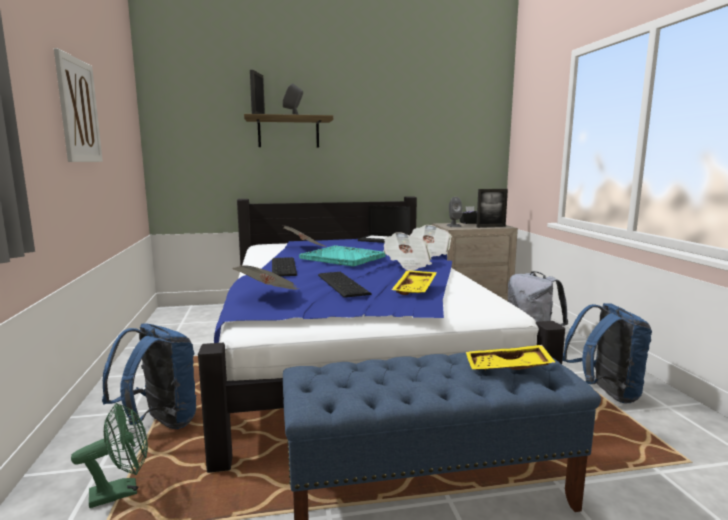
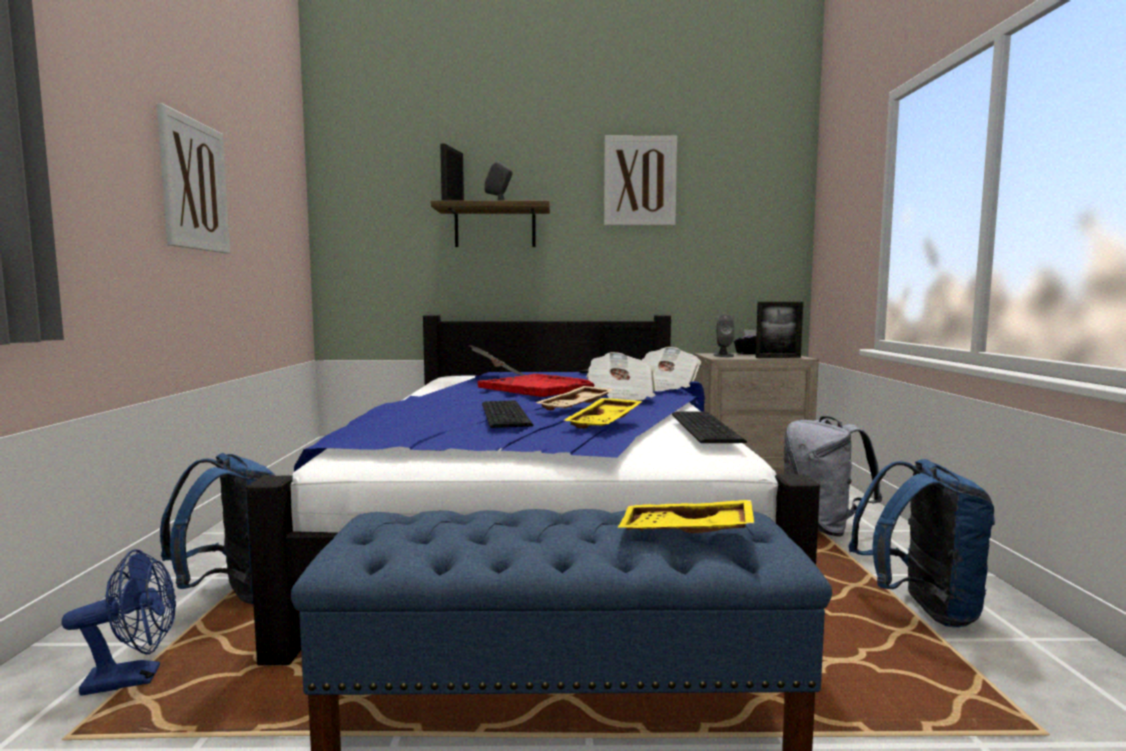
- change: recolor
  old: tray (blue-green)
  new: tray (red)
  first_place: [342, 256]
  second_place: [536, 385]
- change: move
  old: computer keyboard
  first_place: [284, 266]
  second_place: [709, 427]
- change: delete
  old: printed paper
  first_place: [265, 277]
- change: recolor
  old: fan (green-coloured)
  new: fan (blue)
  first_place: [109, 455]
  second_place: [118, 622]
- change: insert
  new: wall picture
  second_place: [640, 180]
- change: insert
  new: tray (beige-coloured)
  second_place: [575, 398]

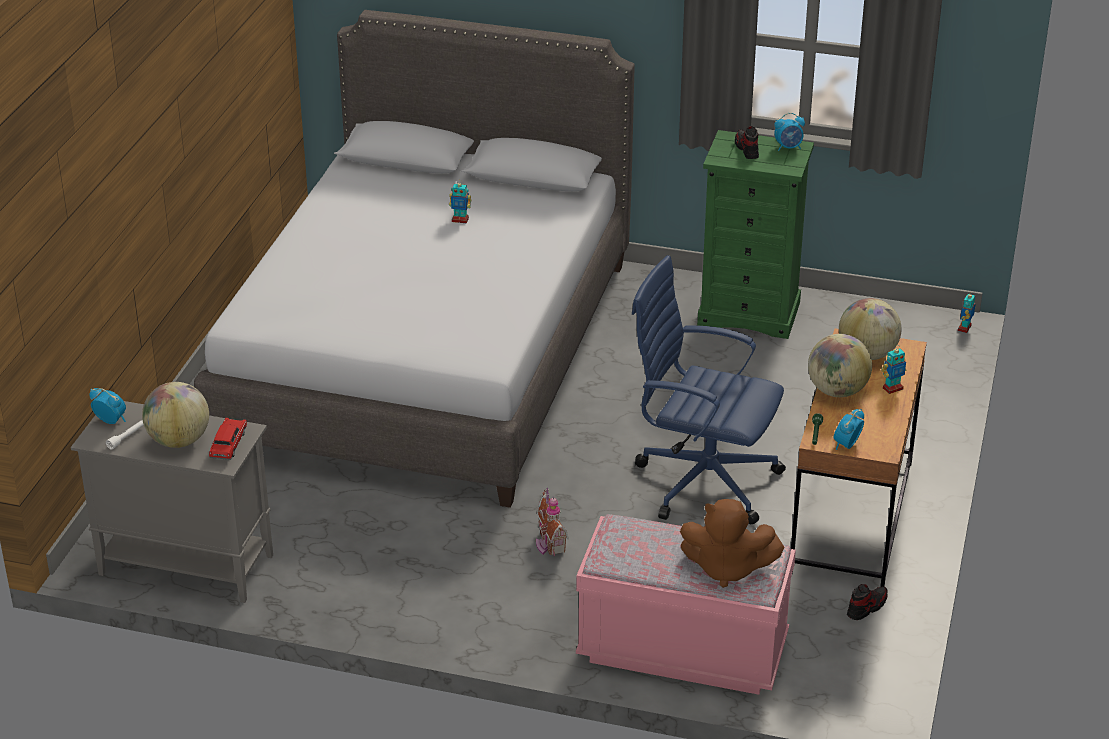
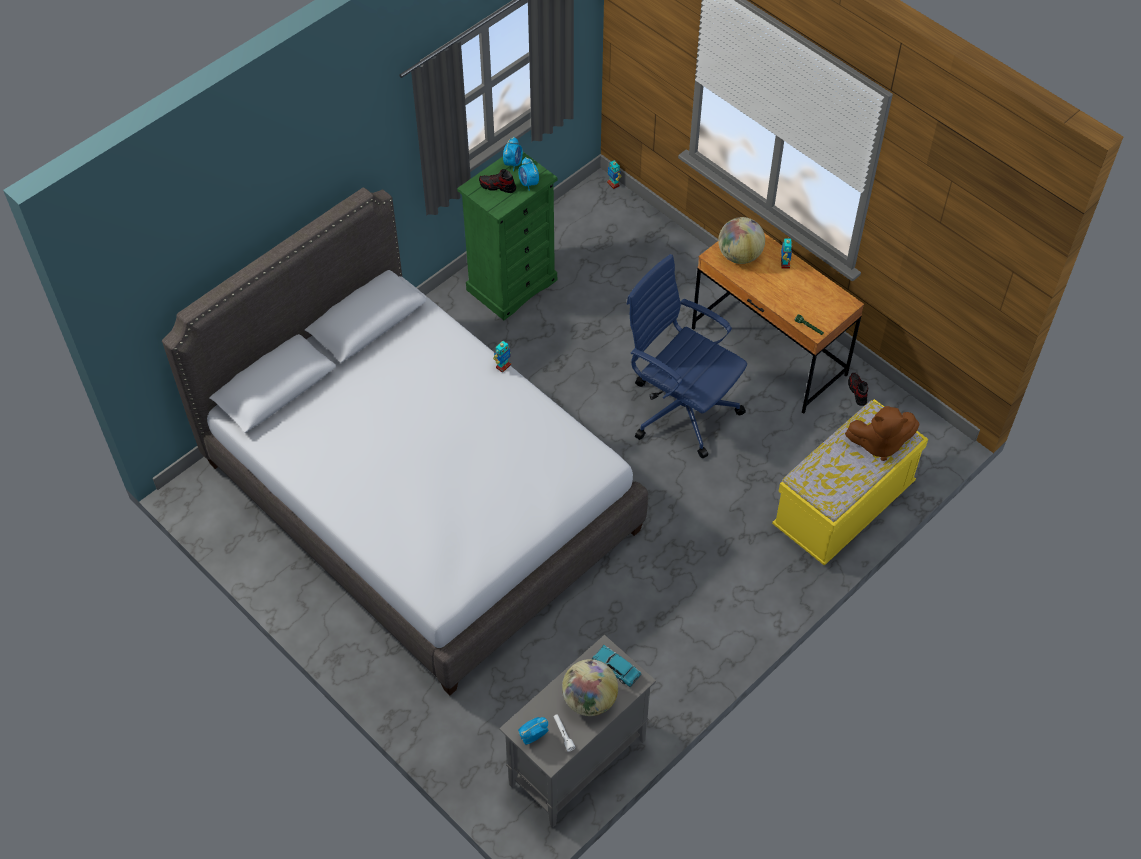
- change: move
  old: robot figure
  first_place: [460, 201]
  second_place: [502, 357]
- change: rotate
  old: computer chair (blue)
  first_place: [709, 389]
  second_place: [686, 356]
  degrees: 75
- change: delete
  old: world globe
  first_place: [840, 365]
- change: move
  old: table clock
  first_place: [848, 429]
  second_place: [528, 174]
- change: recolor
  old: model car (red)
  new: model car (blue-green)
  first_place: [228, 439]
  second_place: [617, 666]
- change: delete
  old: model house
  first_place: [552, 522]
- change: rotate
  old: plush toy (brown)
  first_place: [732, 543]
  second_place: [882, 433]
  degrees: 45
- change: recolor
  old: long seat (pinkish)
  new: long seat (yellow-coloured)
  first_place: [686, 604]
  second_place: [850, 482]

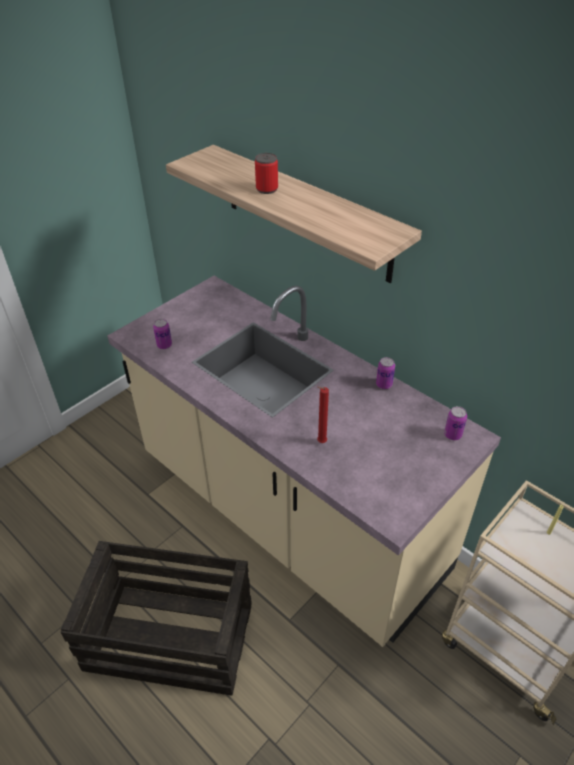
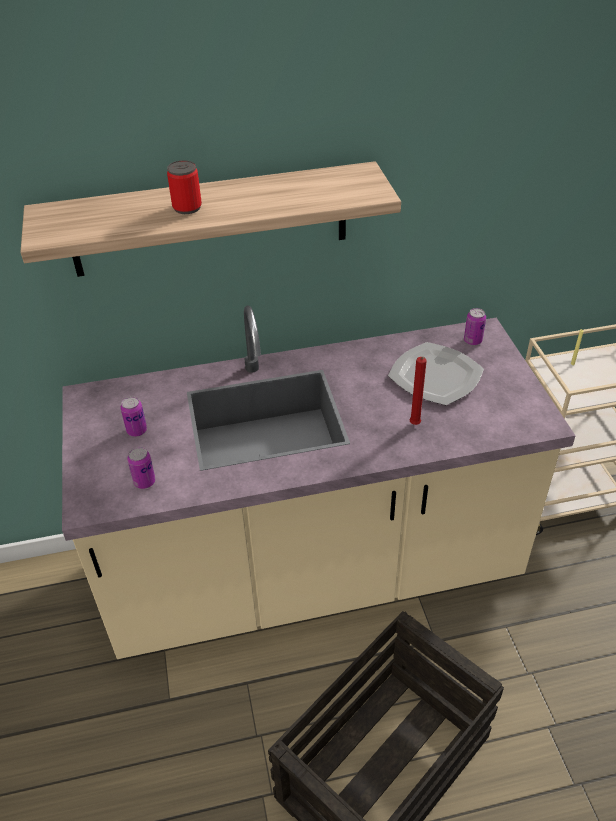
- change: move
  old: can
  first_place: [385, 373]
  second_place: [133, 416]
- change: insert
  new: dinner plate
  second_place: [436, 373]

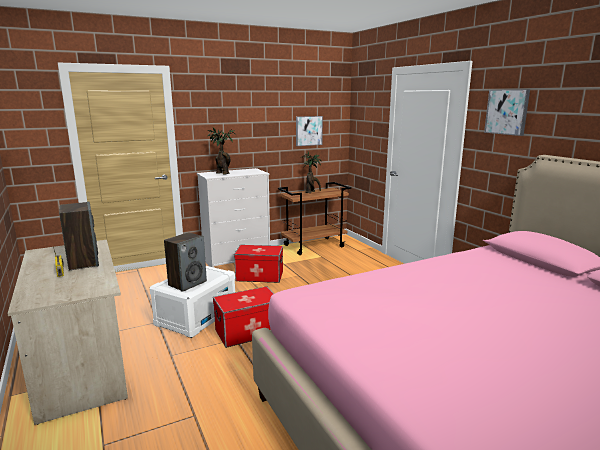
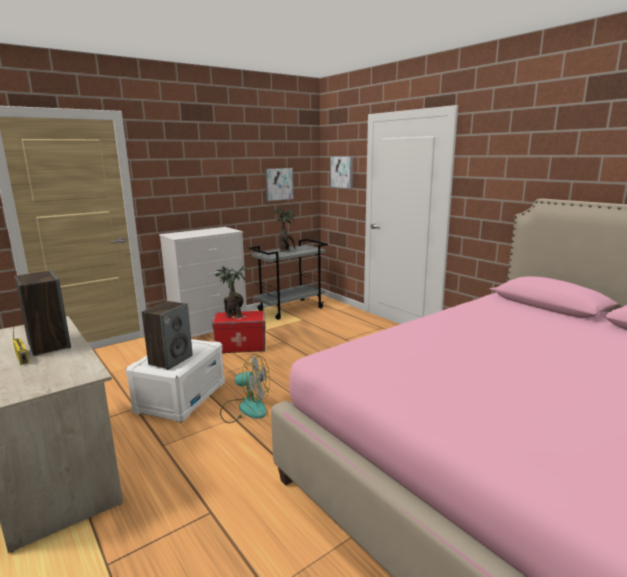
- change: move
  old: wall picture
  first_place: [507, 112]
  second_place: [341, 172]
- change: move
  old: plant in a pot
  first_place: [222, 151]
  second_place: [231, 292]
- change: recolor
  old: trolley (brown)
  new: trolley (greyish)
  first_place: [314, 218]
  second_place: [288, 279]
- change: replace
  old: storage box
  new: fan
  first_place: [243, 317]
  second_place: [245, 388]

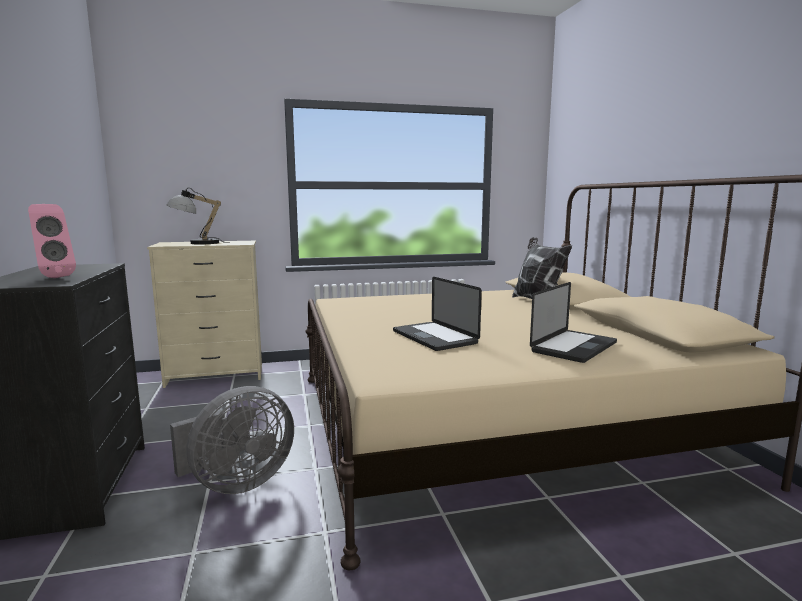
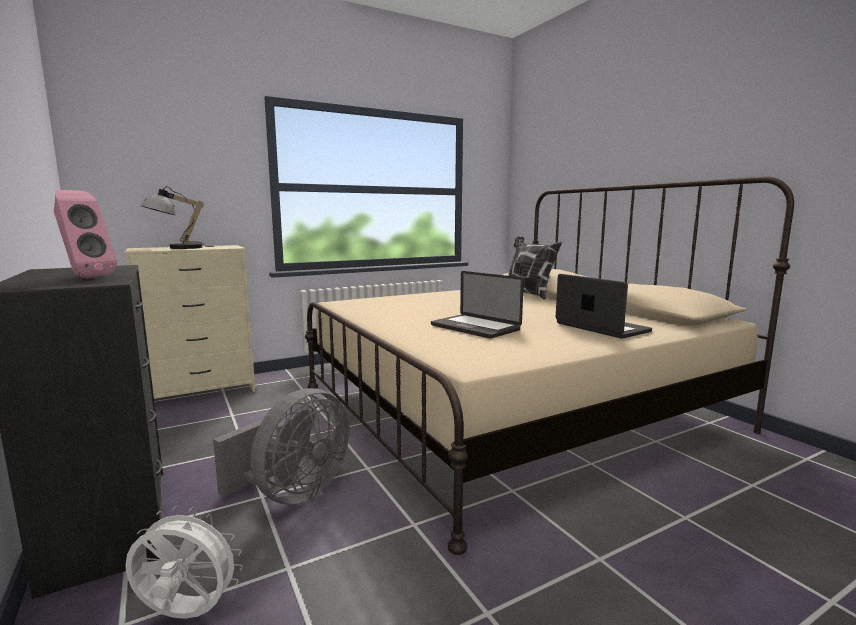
- change: rotate
  old: notebook computer
  first_place: [573, 322]
  second_place: [604, 306]
  degrees: -60
- change: insert
  new: fan (white-coloured)
  second_place: [184, 562]

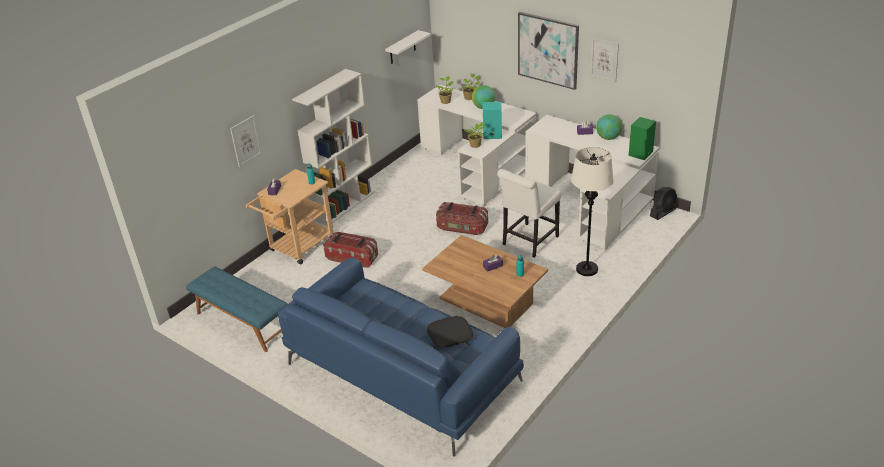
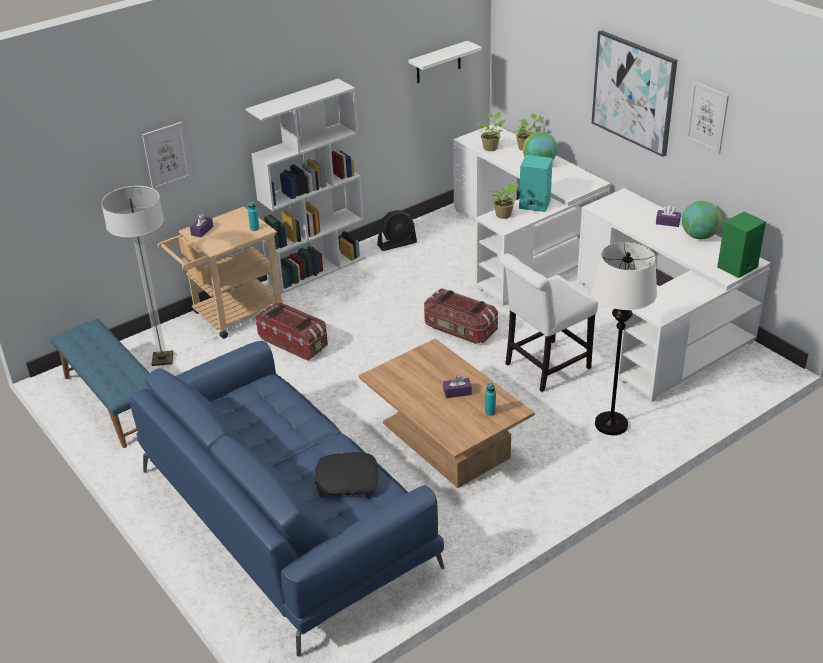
- change: move
  old: fan (black)
  first_place: [663, 203]
  second_place: [397, 230]
- change: insert
  new: standing lamp
  second_place: [137, 276]

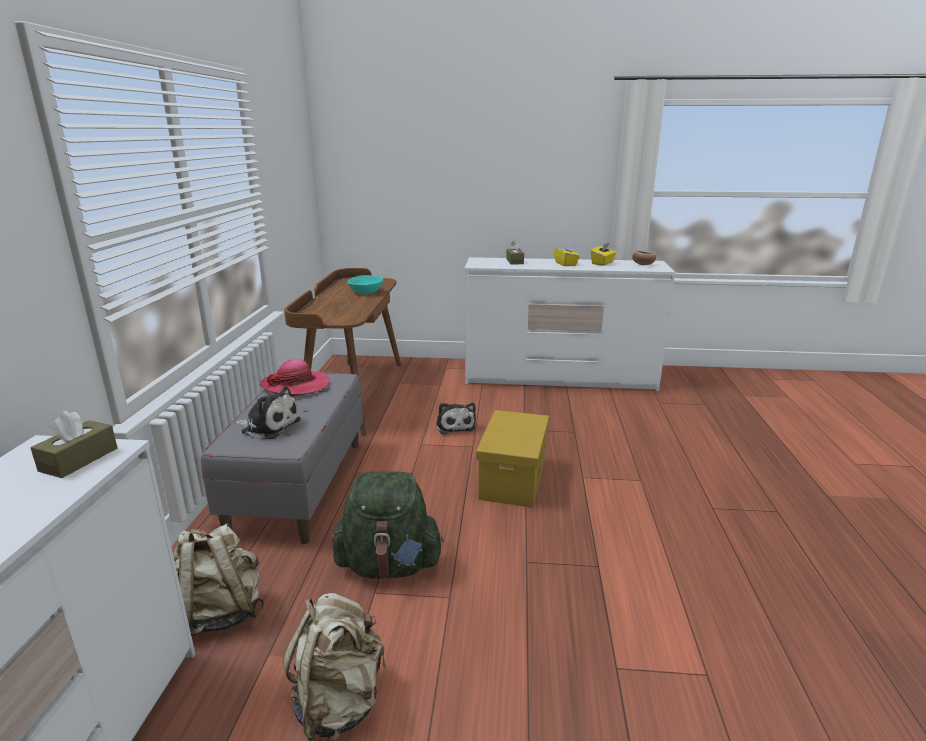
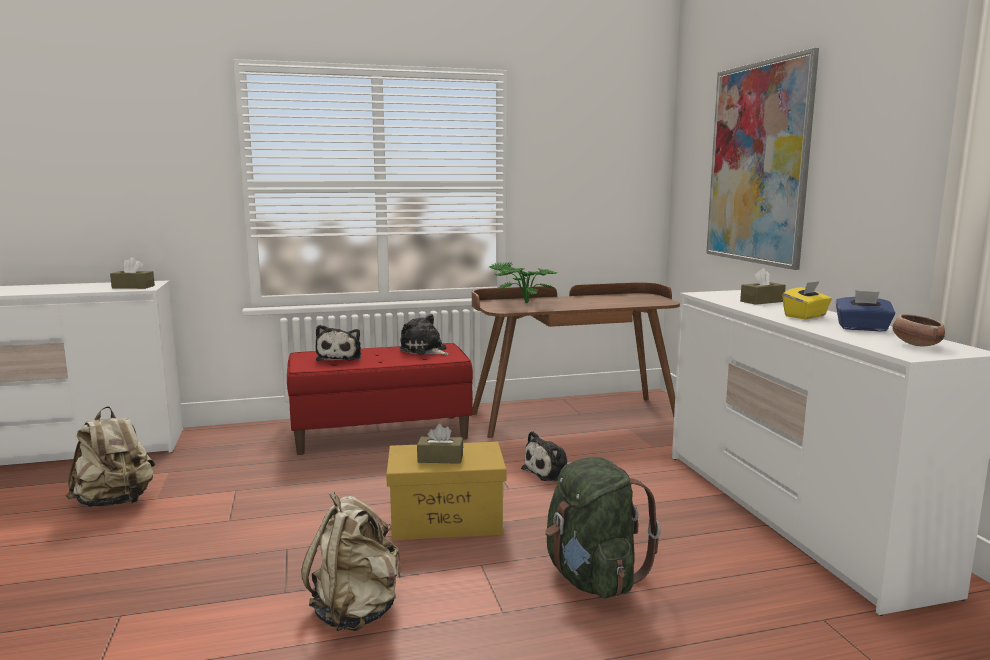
- change: recolor
  old: tissue holder (yellow-coloured)
  new: tissue holder (blue)
  first_place: [603, 254]
  second_place: [865, 310]
- change: delete
  old: serving bowl (blue-green)
  first_place: [365, 284]
- change: replace
  old: wearable hat
  new: plush toy
  first_place: [294, 378]
  second_place: [424, 334]
- change: recolor
  old: long seat (greyish)
  new: long seat (red)
  first_place: [282, 458]
  second_place: [380, 399]
- change: move
  old: backpack (green-coloured)
  first_place: [388, 525]
  second_place: [603, 527]
- change: move
  old: backpack (beige-coloured)
  first_place: [218, 579]
  second_place: [351, 561]
- change: insert
  new: wall picture
  second_place: [762, 159]
- change: insert
  new: plant in a pot
  second_place: [523, 282]
- change: insert
  new: tissue holder (brown)
  second_place: [440, 444]

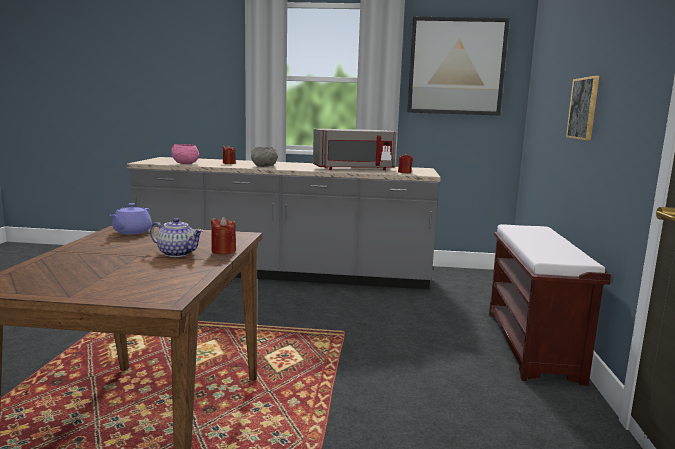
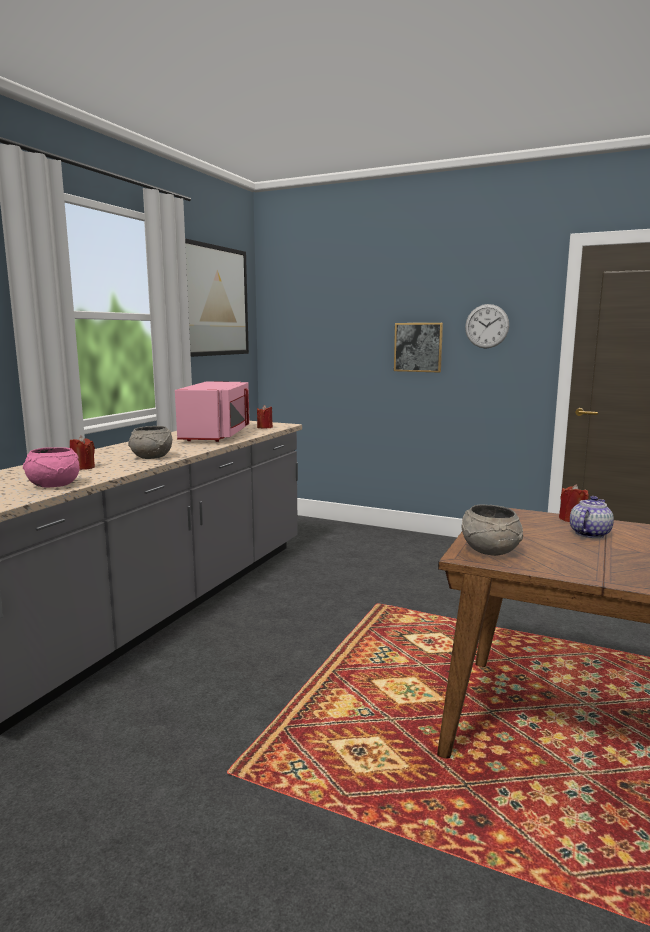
- change: recolor
  old: microwave (greyish)
  new: microwave (pinkish)
  first_place: [354, 149]
  second_place: [212, 412]
- change: replace
  old: pot for tea (purple)
  new: serving bowl (greyish)
  first_place: [131, 218]
  second_place: [492, 530]
- change: delete
  old: long seat (brown)
  first_place: [550, 305]
- change: insert
  new: clock on the wall
  second_place: [487, 326]

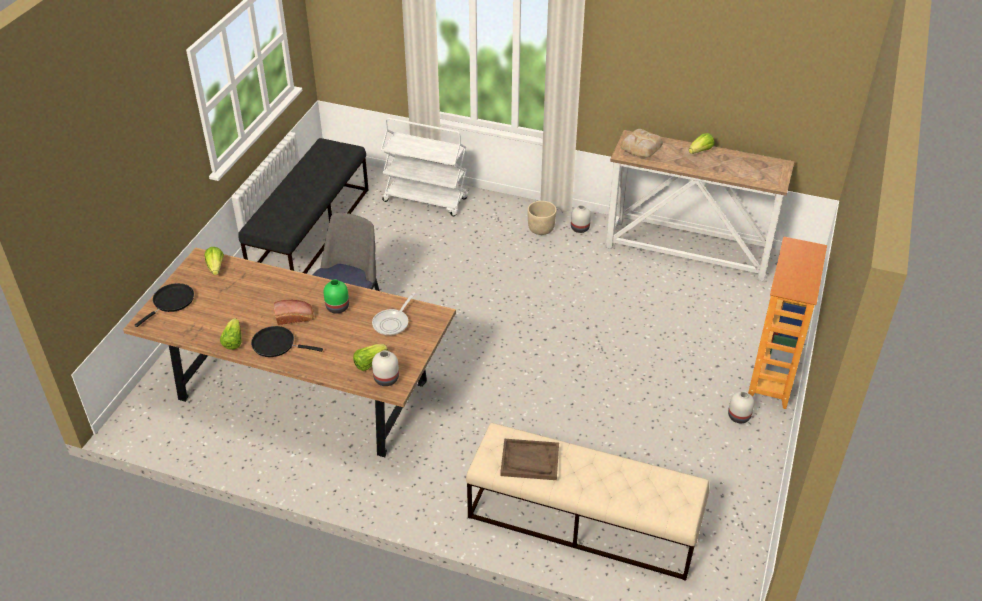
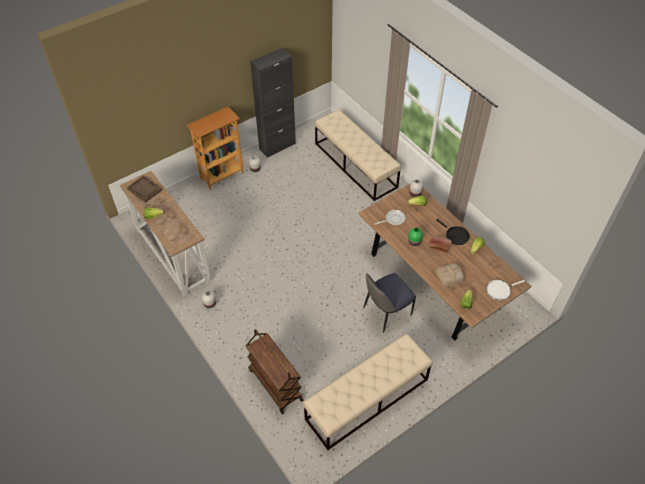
- change: recolor
  old: trolley (white-coloured)
  new: trolley (brown)
  first_place: [424, 167]
  second_place: [274, 371]
- change: move
  old: baked bread
  first_place: [642, 143]
  second_place: [450, 274]
- change: recolor
  old: long seat (black)
  new: long seat (beige-coloured)
  first_place: [303, 206]
  second_place: [368, 392]
- change: delete
  old: flower pot (beige-coloured)
  first_place: [542, 218]
- change: recolor
  old: pan (black)
  new: pan (white-coloured)
  first_place: [164, 305]
  second_place: [505, 289]
- change: move
  old: tray (brown)
  first_place: [529, 459]
  second_place: [144, 189]
- change: insert
  new: cabinet (black)
  second_place: [273, 103]

